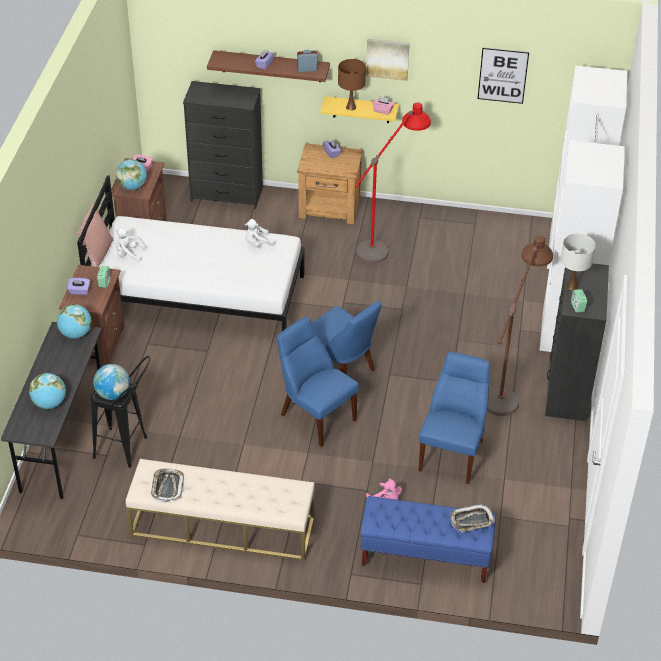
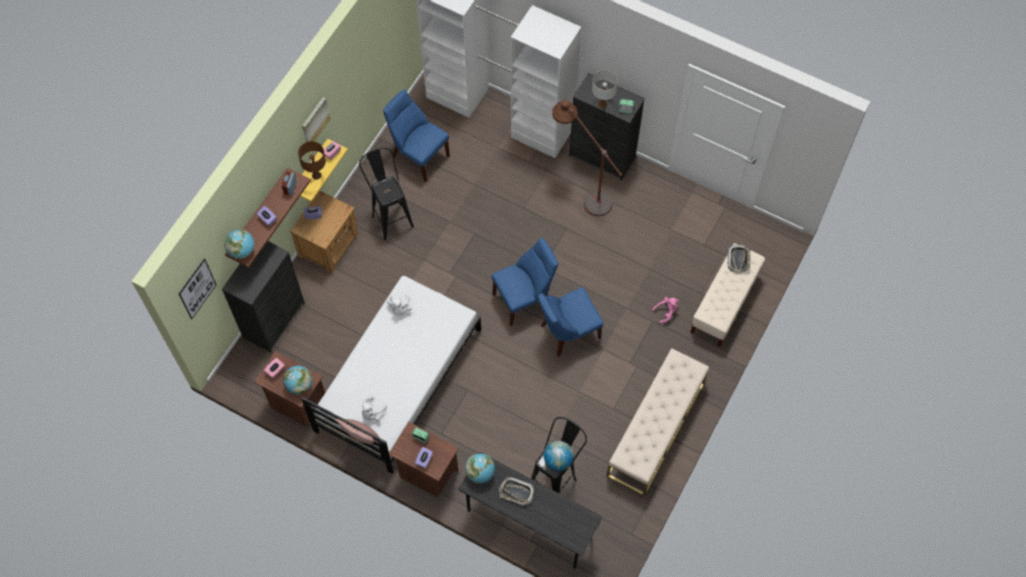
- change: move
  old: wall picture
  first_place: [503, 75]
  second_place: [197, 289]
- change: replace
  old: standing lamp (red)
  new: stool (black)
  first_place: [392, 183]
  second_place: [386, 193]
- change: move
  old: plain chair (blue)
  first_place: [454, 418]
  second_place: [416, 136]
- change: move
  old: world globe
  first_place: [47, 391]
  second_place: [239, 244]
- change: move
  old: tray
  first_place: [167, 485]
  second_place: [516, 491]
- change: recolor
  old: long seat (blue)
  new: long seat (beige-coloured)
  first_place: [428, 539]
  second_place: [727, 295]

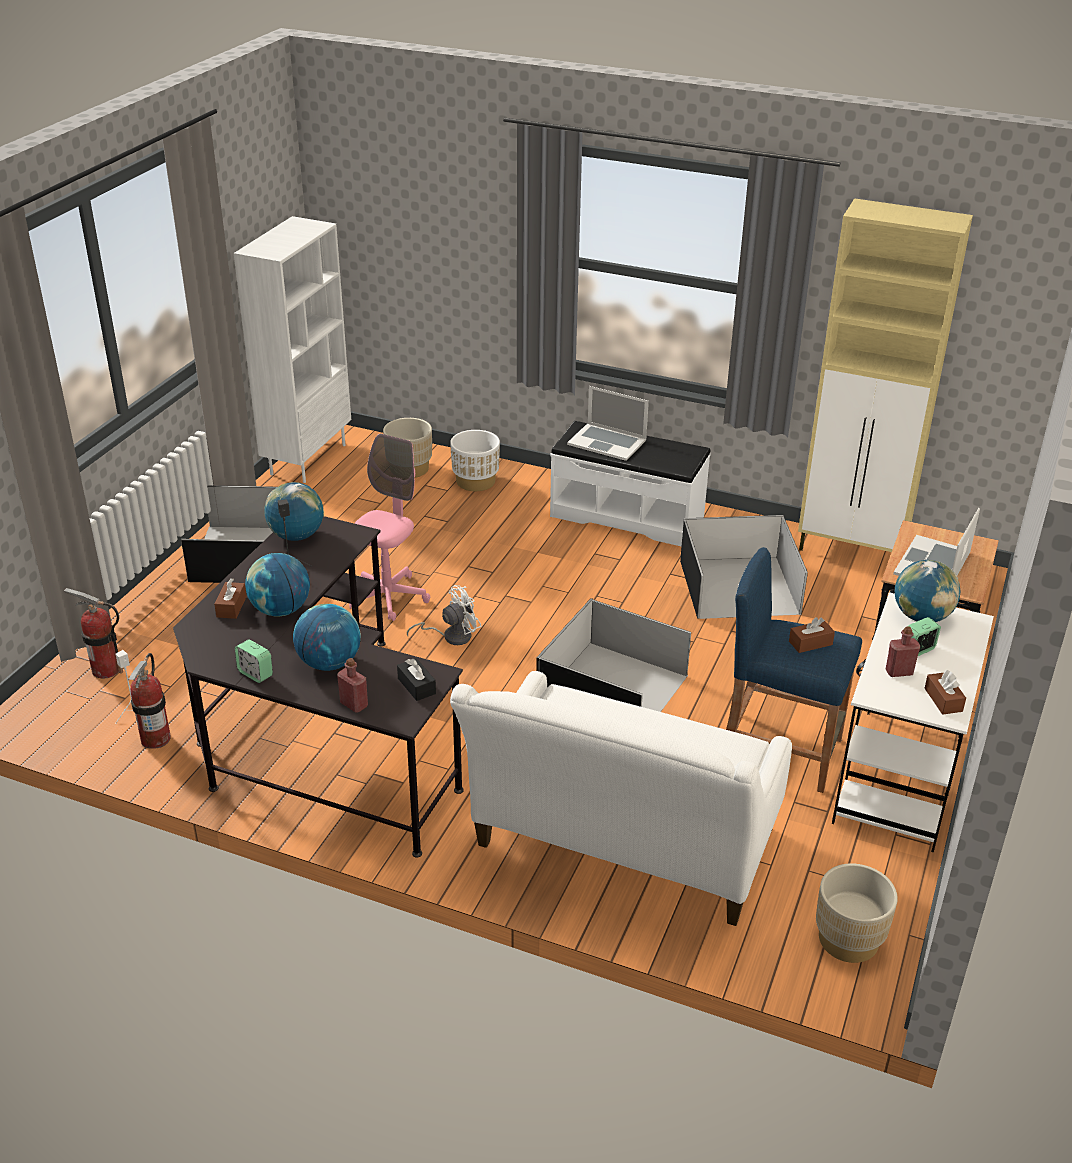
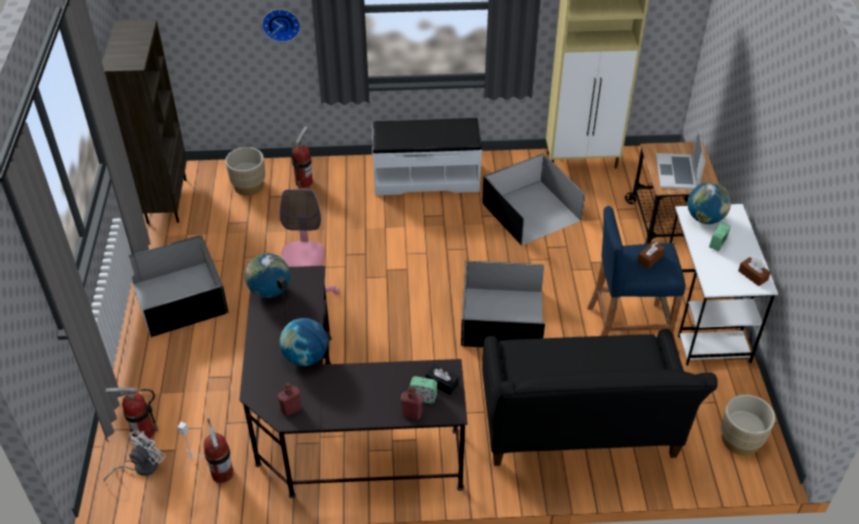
- change: recolor
  old: bookcase (white-coloured)
  new: bookcase (brown)
  first_place: [292, 349]
  second_place: [144, 122]
- change: delete
  old: notebook computer
  first_place: [608, 423]
- change: replace
  old: flower pot (white-coloured)
  new: fire-fighting cylinder
  first_place: [475, 460]
  second_place: [302, 157]
- change: delete
  old: tissue holder (brown)
  first_place: [230, 598]
- change: move
  old: fan (white-coloured)
  first_place: [444, 615]
  second_place: [134, 456]
- change: delete
  old: world globe
  first_place: [327, 637]
- change: move
  old: drink bottle (red)
  first_place: [903, 651]
  second_place: [289, 399]
- change: move
  old: table clock
  first_place: [254, 661]
  second_place: [423, 390]
- change: recolor
  old: couch (white-coloured)
  new: couch (black)
  first_place: [621, 798]
  second_place: [600, 397]
- change: insert
  new: clock on the wall
  second_place: [281, 25]

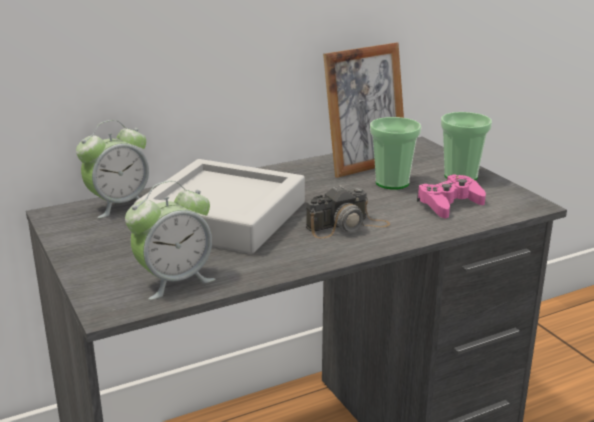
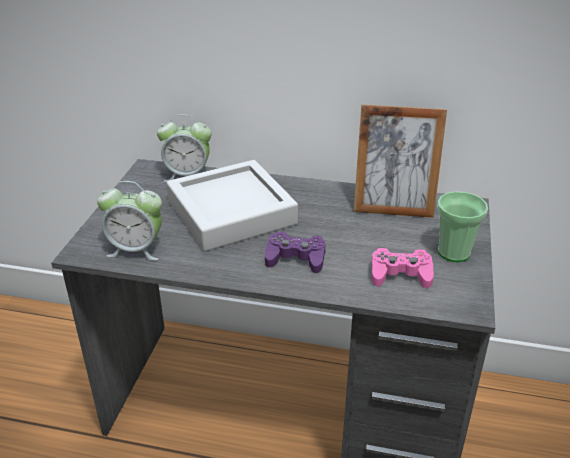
- change: delete
  old: cup
  first_place: [395, 153]
- change: replace
  old: still camera
  new: joypad (purple)
  first_place: [348, 211]
  second_place: [295, 252]

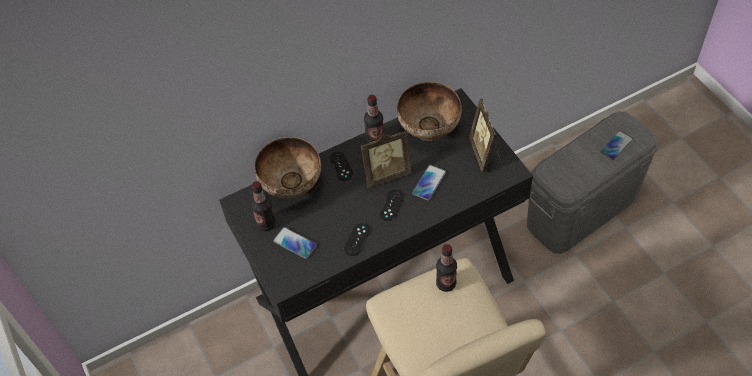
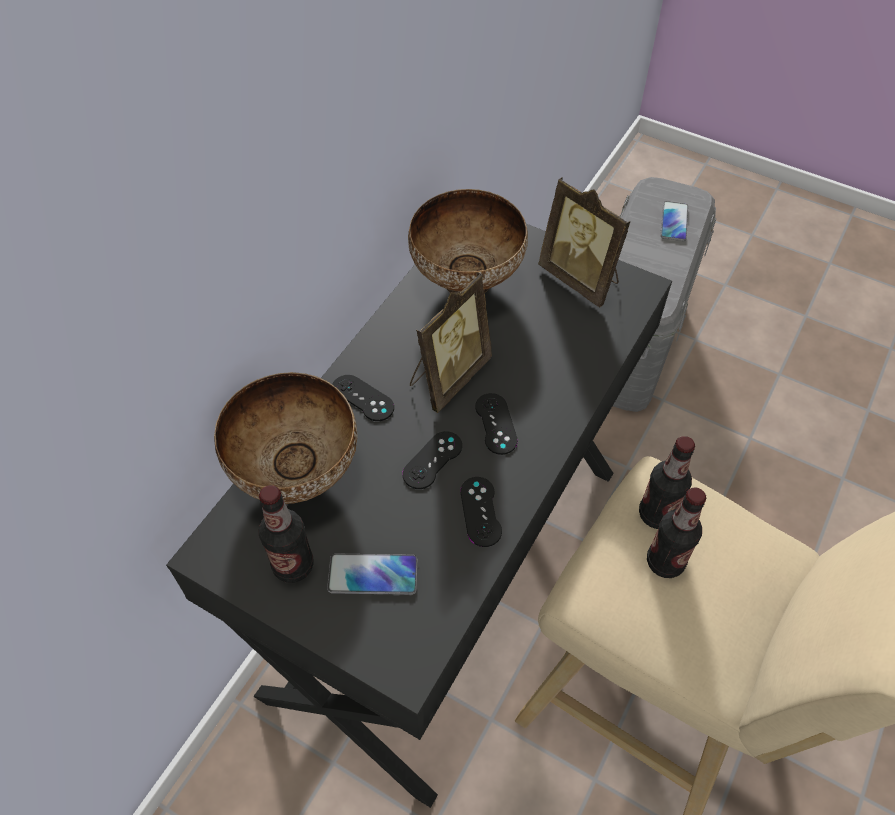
- change: move
  old: drink bottle
  first_place: [374, 119]
  second_place: [676, 532]
- change: delete
  old: phone
  first_place: [429, 183]
- change: insert
  new: joypad (black)
  second_place: [432, 460]

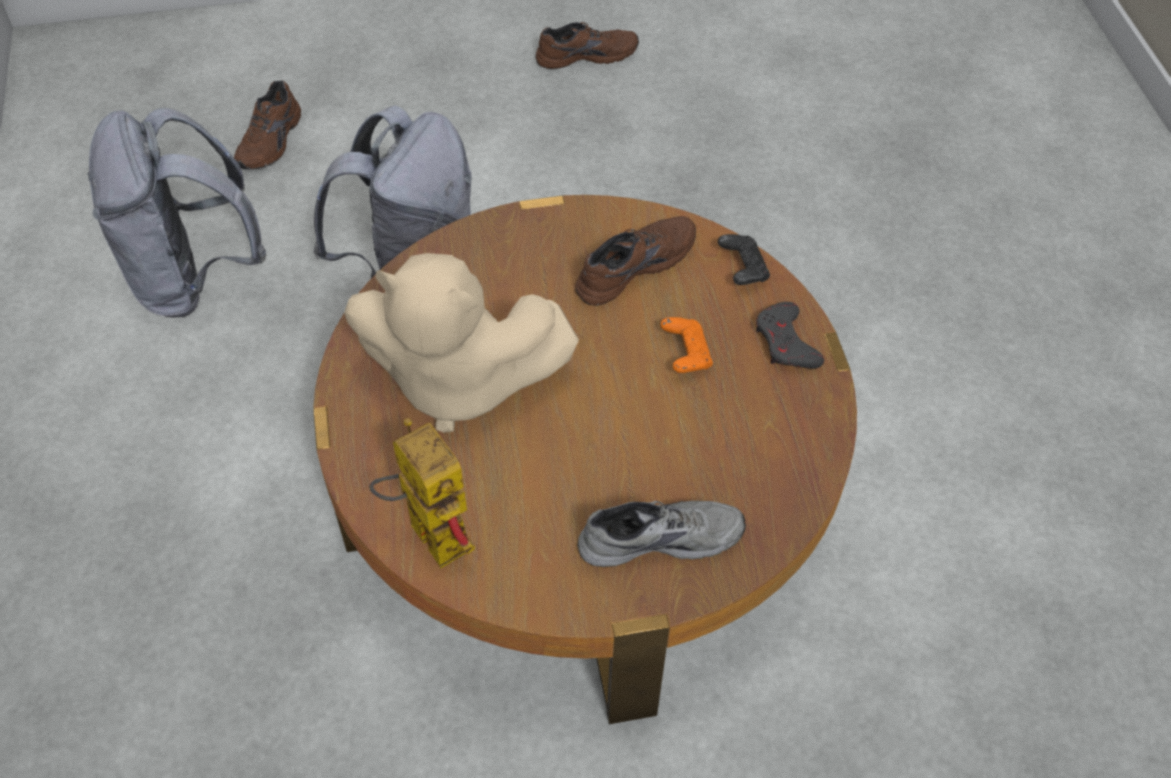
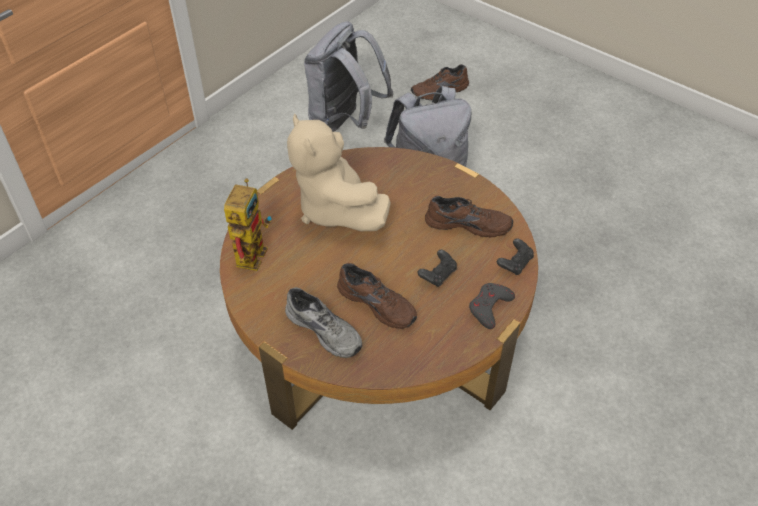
- change: move
  old: item of footwear (brown)
  first_place: [587, 45]
  second_place: [377, 296]
- change: recolor
  old: joypad (orangey)
  new: joypad (black)
  first_place: [687, 345]
  second_place: [437, 268]

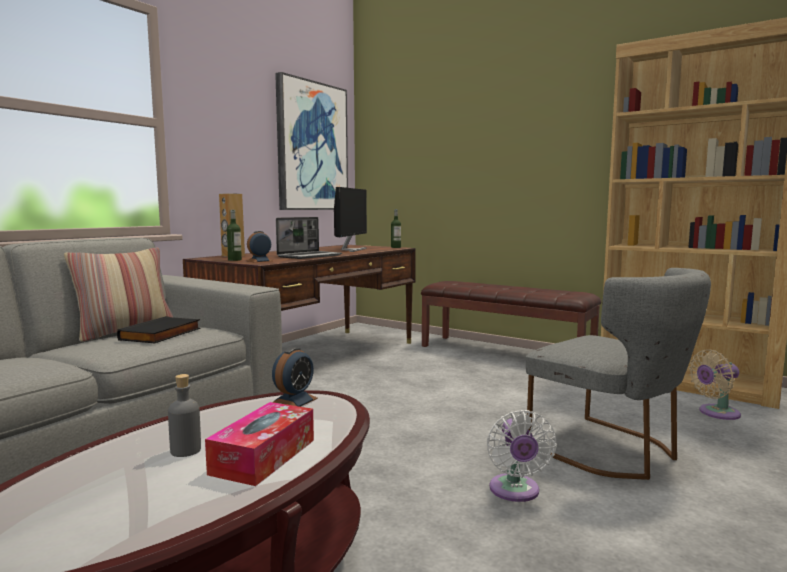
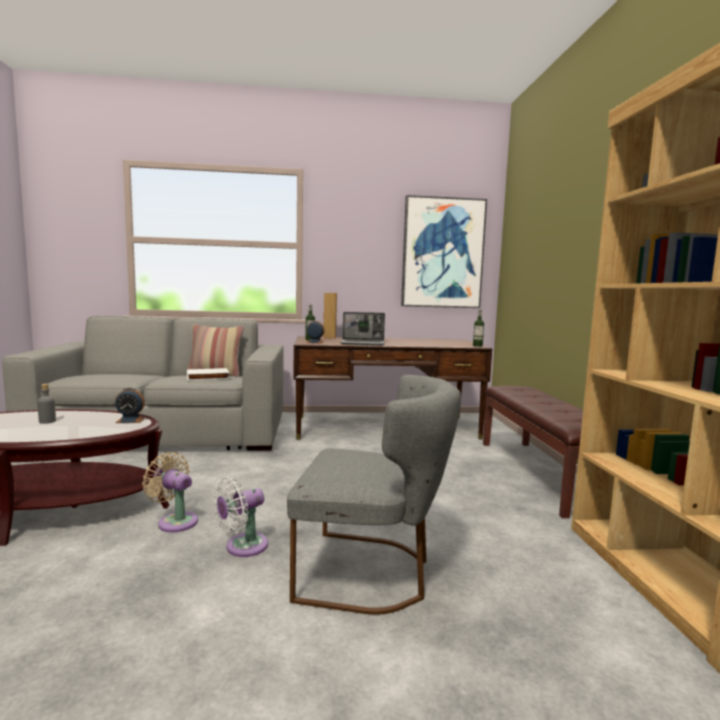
- change: delete
  old: monitor
  first_place: [350, 219]
- change: rotate
  old: plain chair (greyish)
  first_place: [618, 374]
  second_place: [374, 495]
  degrees: -90
- change: recolor
  old: bound book (black)
  new: bound book (white-coloured)
  first_place: [158, 329]
  second_place: [208, 374]
- change: move
  old: fan (beige-coloured)
  first_place: [715, 384]
  second_place: [170, 492]
- change: delete
  old: tissue holder
  first_place: [259, 444]

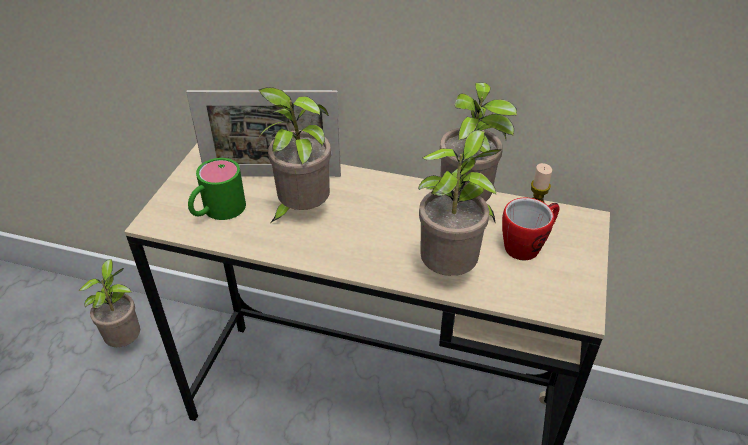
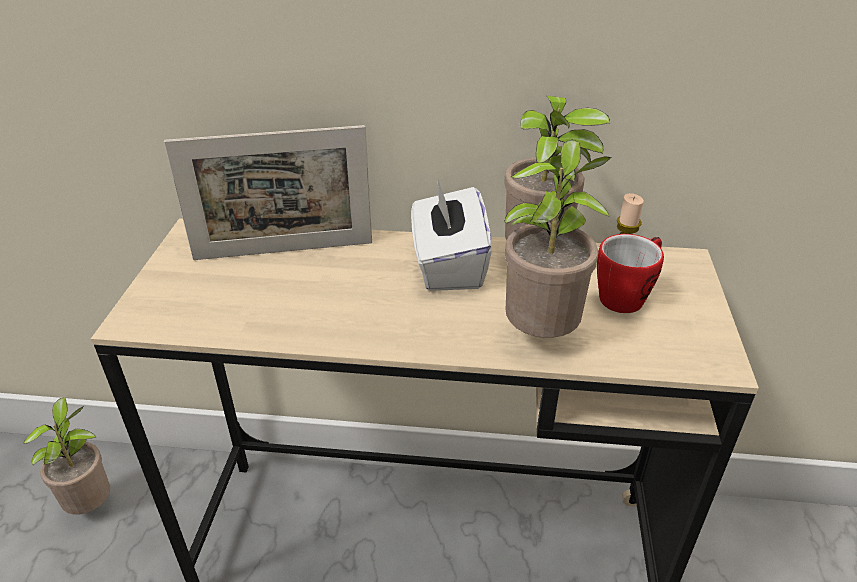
- change: delete
  old: plant in a pot
  first_place: [292, 155]
- change: delete
  old: coffee mug (green-coloured)
  first_place: [217, 189]
- change: insert
  new: tissue holder (white-coloured)
  second_place: [451, 235]

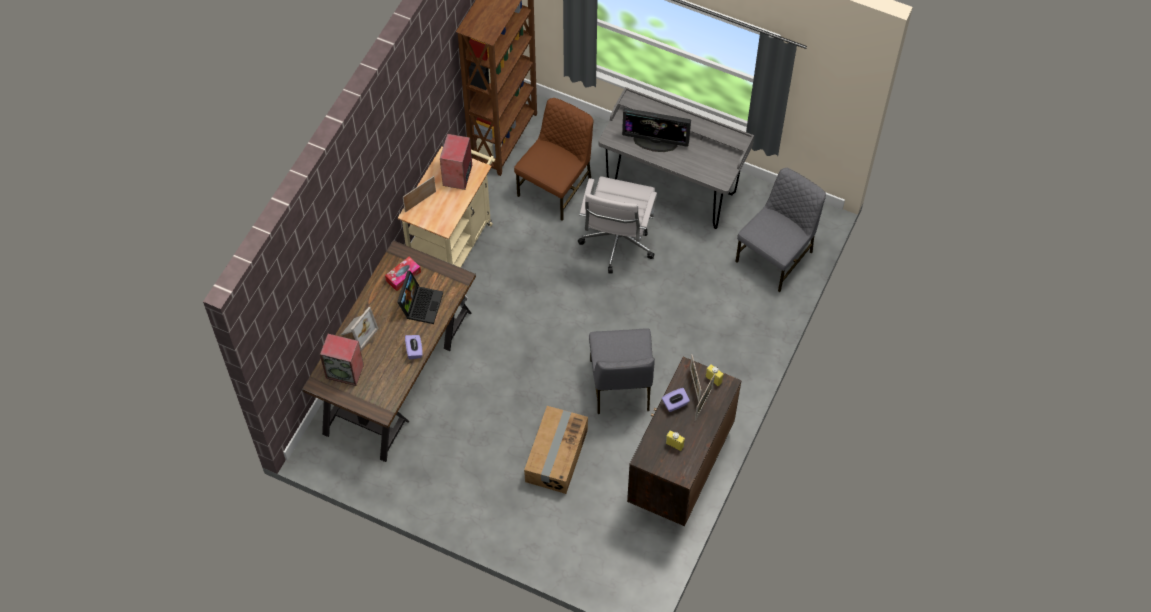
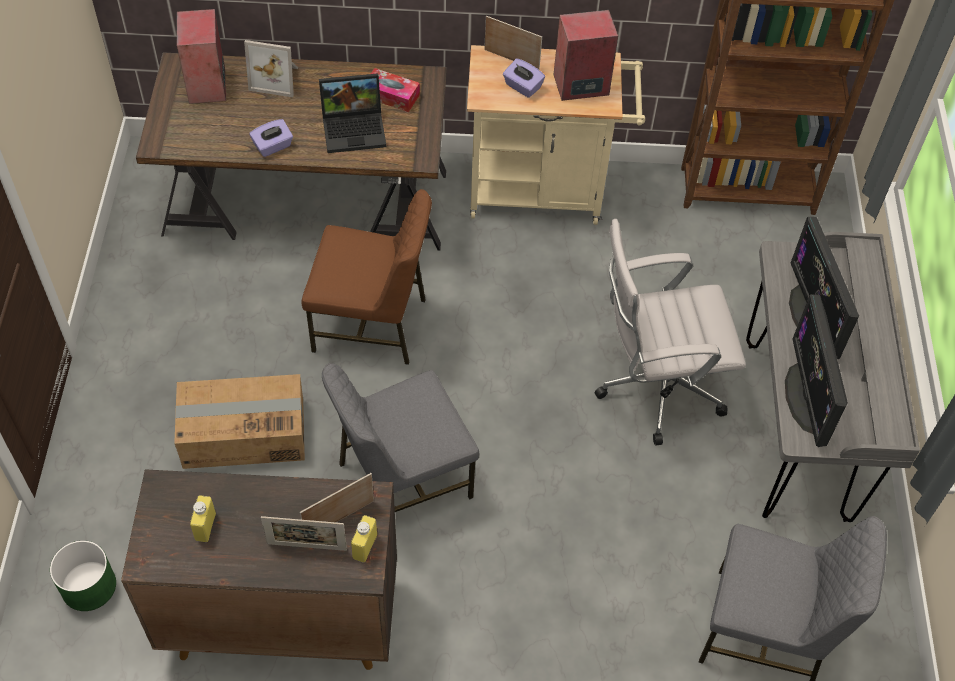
- change: move
  old: plain chair (brown)
  first_place: [553, 159]
  second_place: [367, 277]
- change: move
  old: tissue holder (purple)
  first_place: [676, 400]
  second_place: [524, 78]
- change: insert
  new: monitor
  second_place: [816, 370]
- change: insert
  new: flower pot (green-coloured)
  second_place: [83, 575]

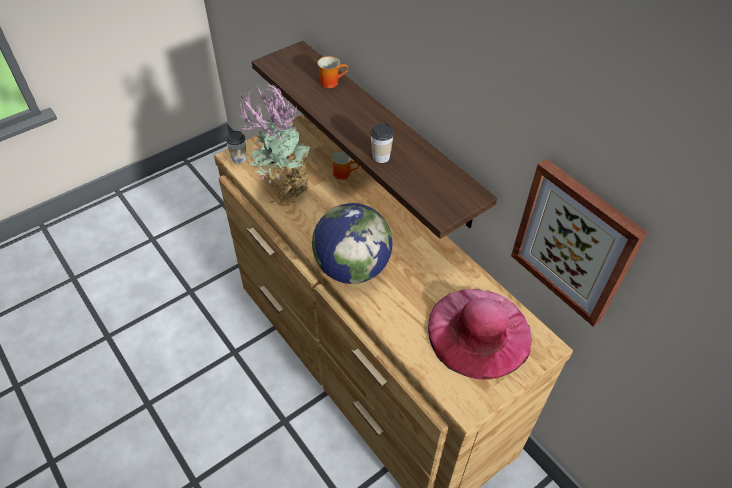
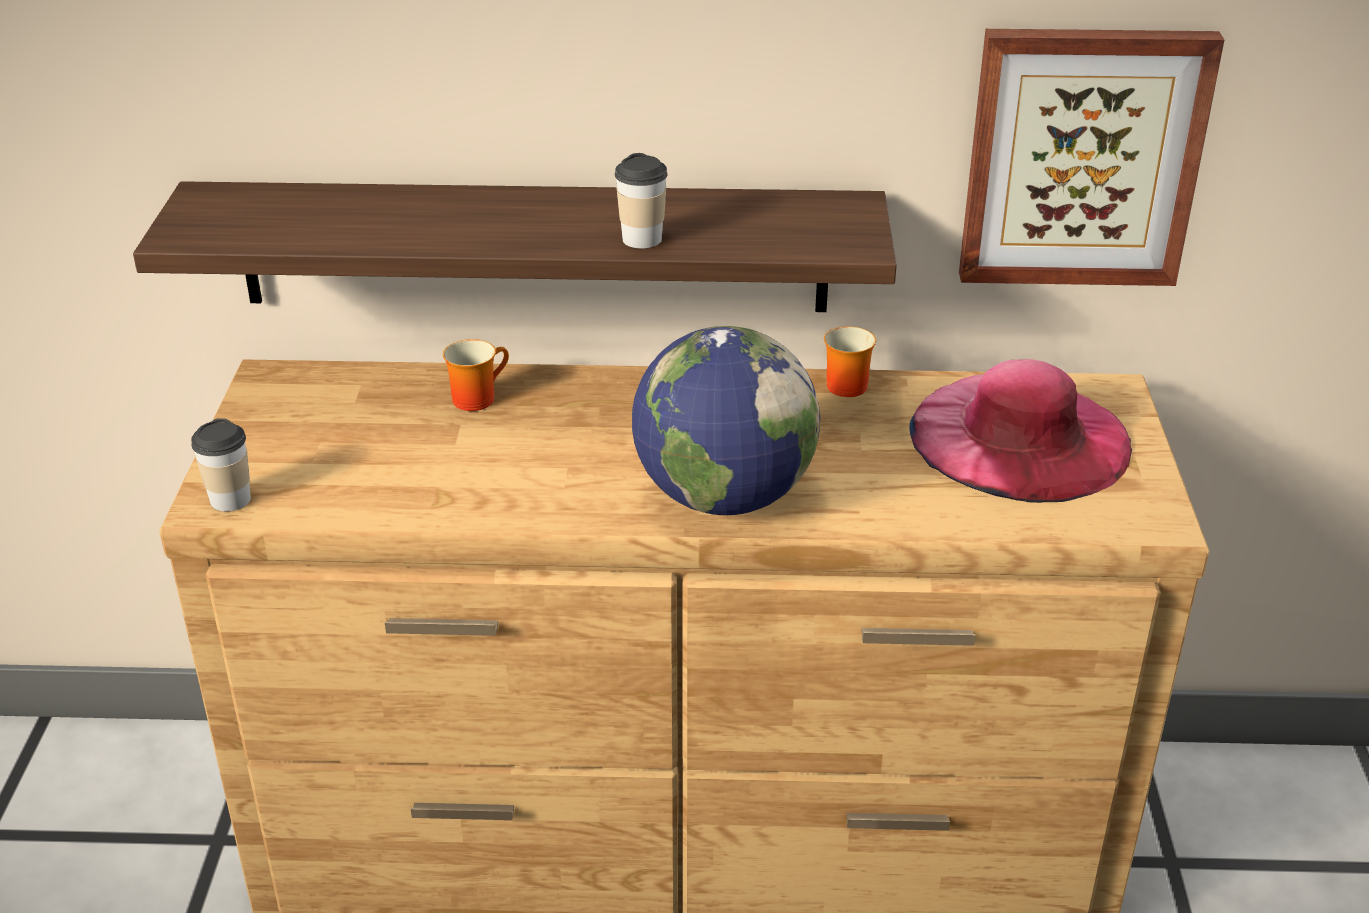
- change: move
  old: coffee mug
  first_place: [332, 72]
  second_place: [850, 361]
- change: delete
  old: plant in a pot
  first_place: [274, 144]

